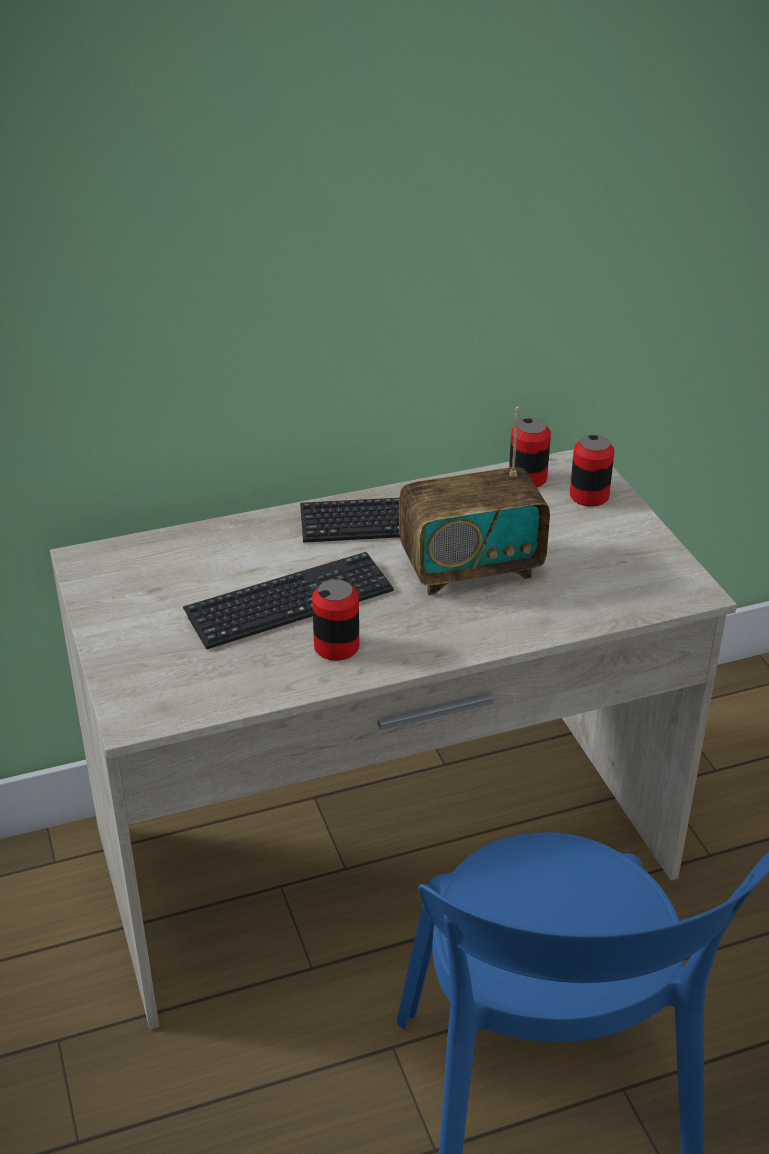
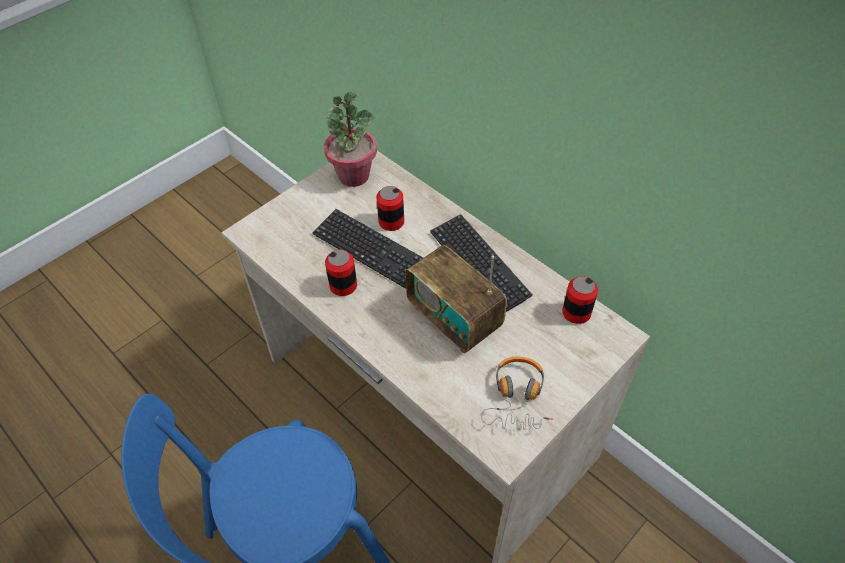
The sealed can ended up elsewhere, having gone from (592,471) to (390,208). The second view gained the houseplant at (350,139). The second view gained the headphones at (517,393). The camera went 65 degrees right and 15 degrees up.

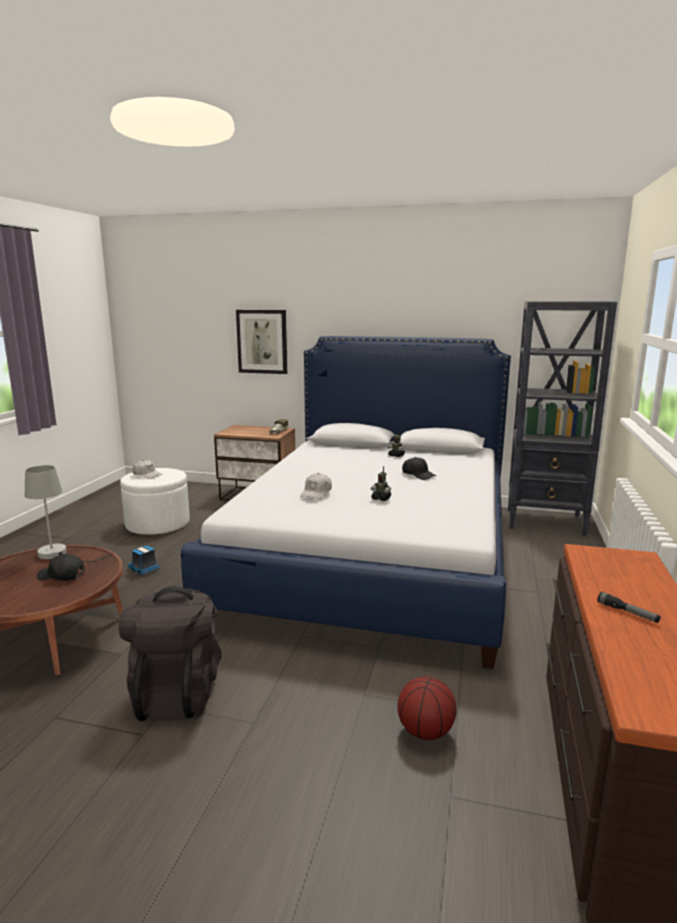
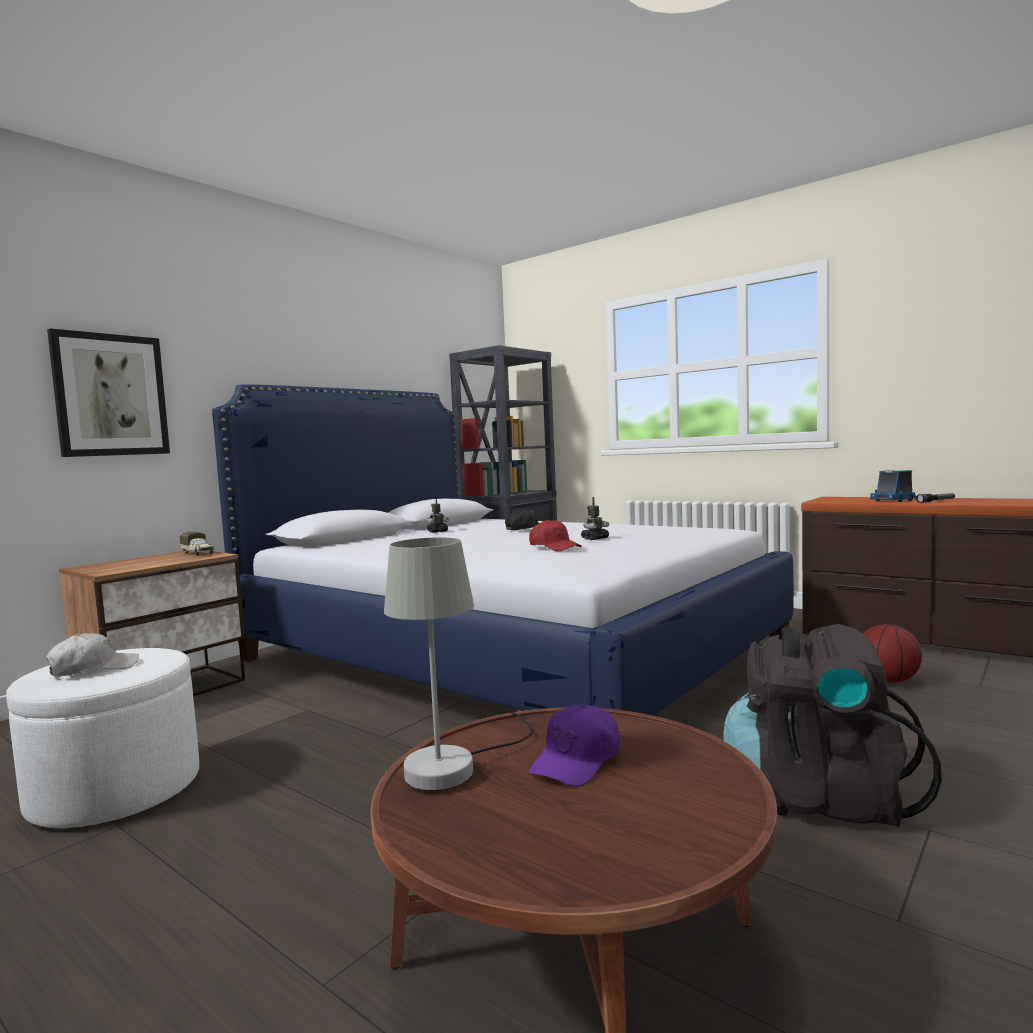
What was the whitish baseball cap at (316,486) turned into the reddish baseball cap at (555,535). The toy lorry ended up elsewhere, having gone from (144,560) to (893,486). What was the blackish baseball cap at (61,567) turned into the purple-coloured baseball cap at (574,745). The camera went 65 degrees left and 10 degrees down.

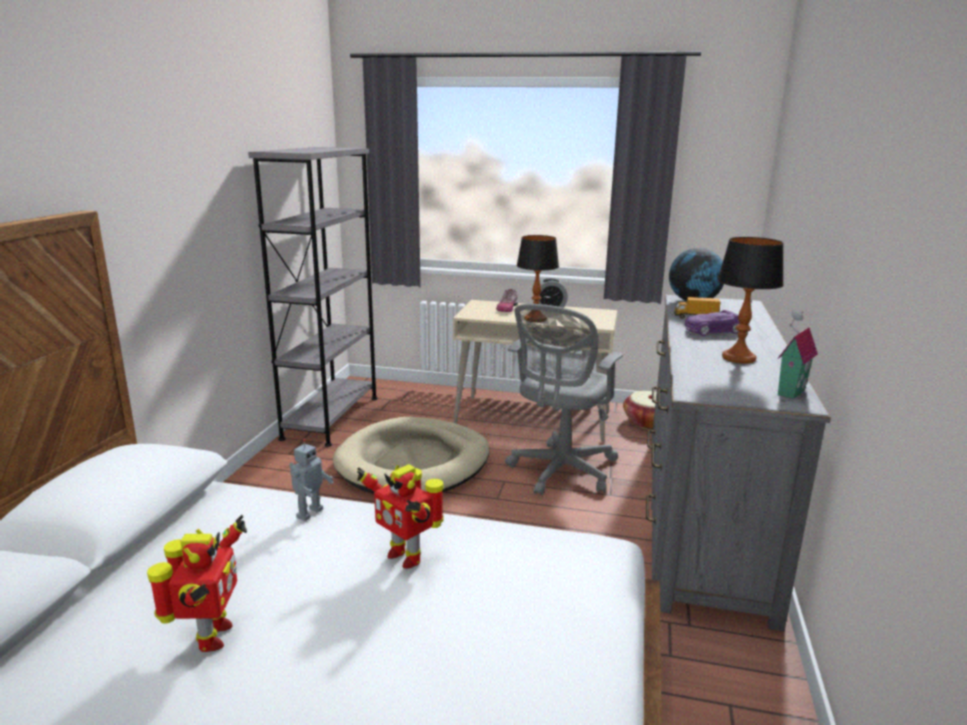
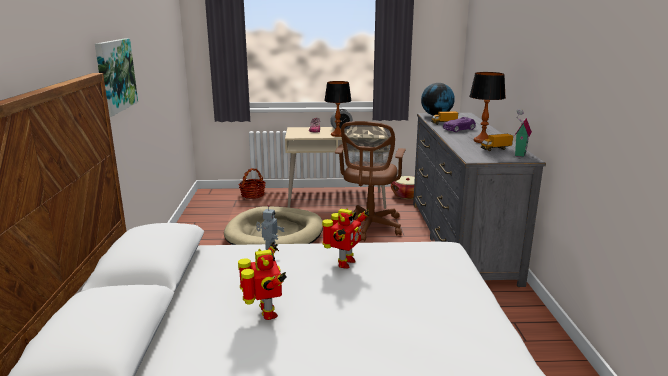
The second view lost the gray bookcase at (313,297). What was the gray desk chair at (564,399) turned into the brownish desk chair at (370,181). The toy robot at (400,516) ended up facing another way, 90 degrees counterclockwise from before. The second view gained the wall art at (116,77). The second view gained the toy lorry at (496,142). The second view gained the storage basket at (252,183). The camera went 15 degrees left and 0 degrees up.

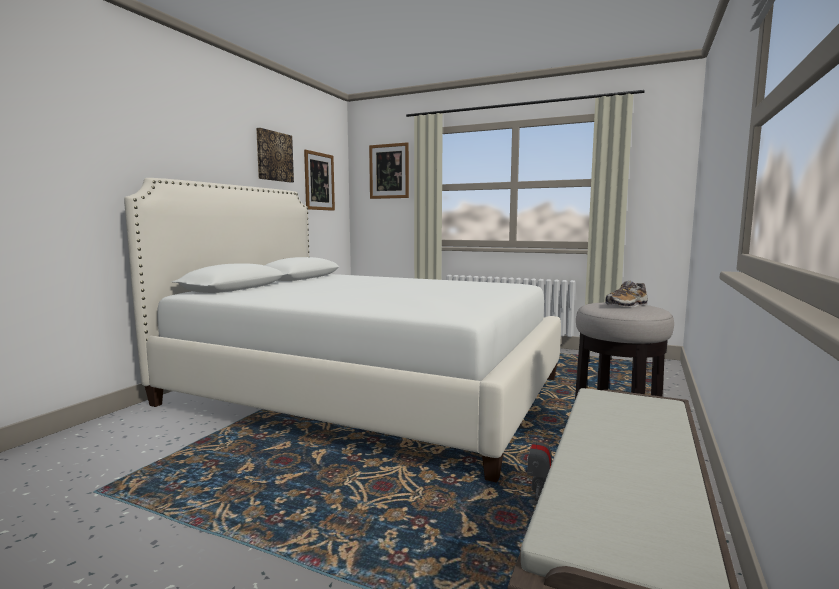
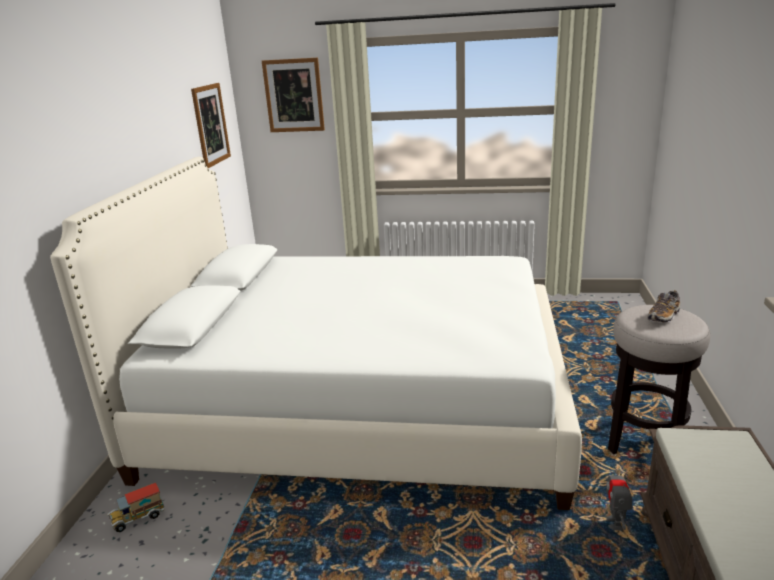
The second view lost the wall art at (275,155). The second view gained the toy lorry at (135,507). The camera went 15 degrees left and 15 degrees up.

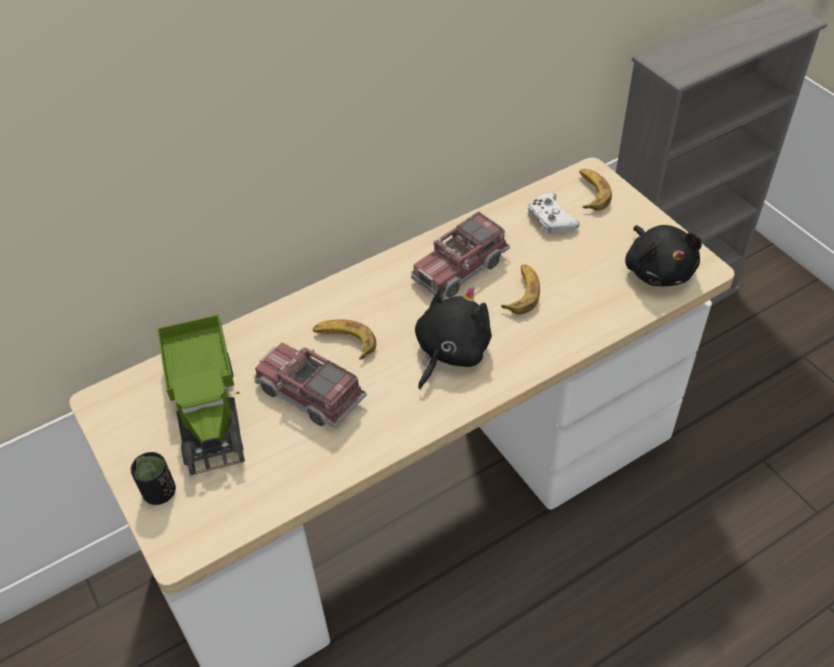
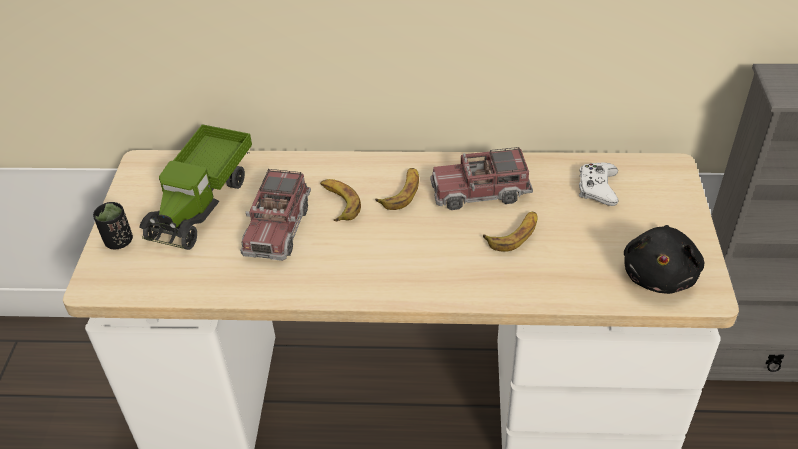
The whole banana ended up elsewhere, having gone from (595,190) to (397,189). The second view lost the blackish cuddly toy at (453,337). The toy lorry at (310,385) ended up facing another way, 150 degrees counterclockwise from before. The camera went 35 degrees right and 5 degrees down.

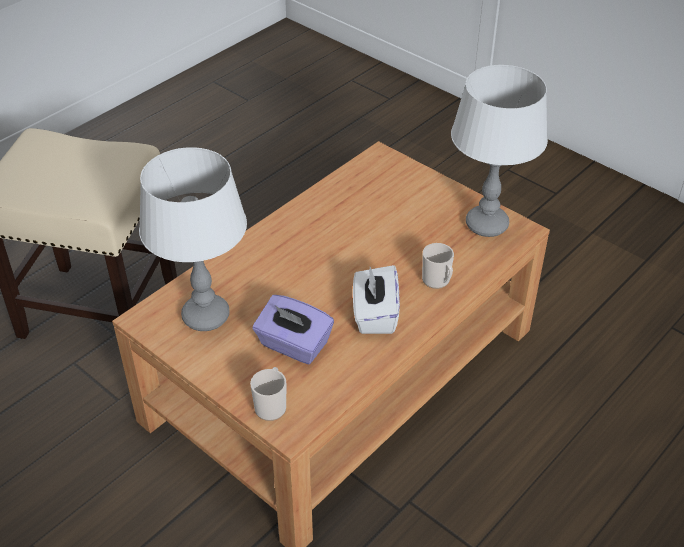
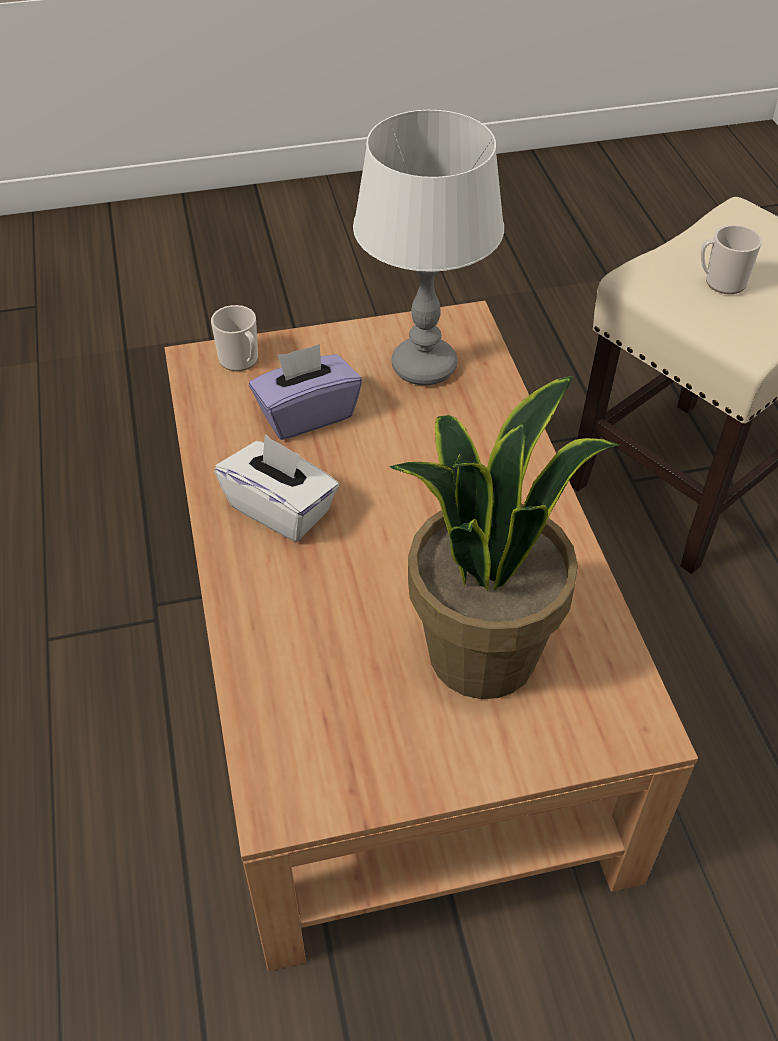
The second view lost the whitish lamp for a table at (499,151). The mug ended up elsewhere, having gone from (438,266) to (731,259). The second view gained the houseplant at (504,537). The camera went 125 degrees right and 5 degrees up.

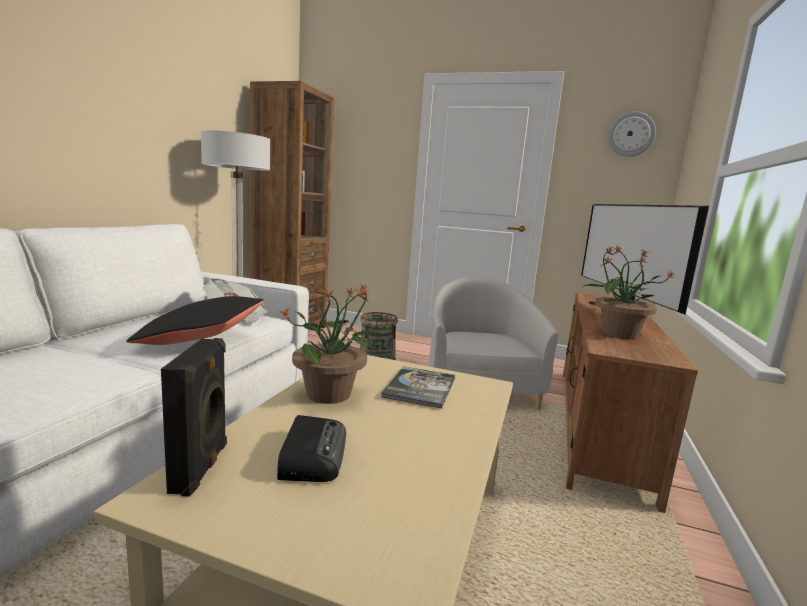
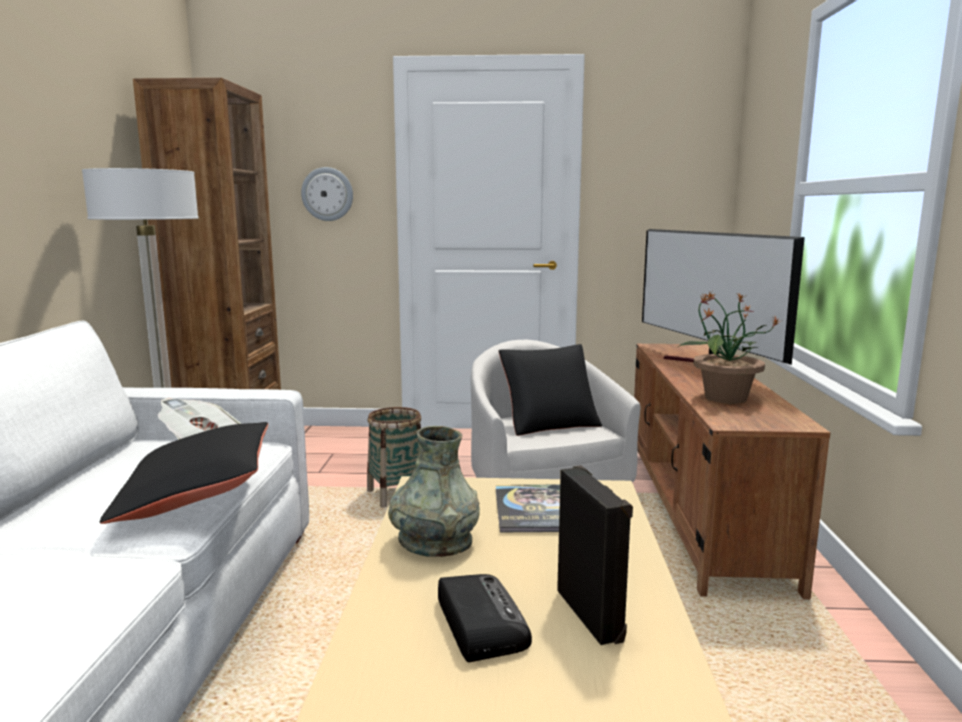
The hanging clock ended up elsewhere, having gone from (632,134) to (327,194). Where the houseplant stood at (329,343), the gray decorative vase came to stand at (434,491). The blackish speaker ended up elsewhere, having gone from (194,417) to (595,555). The second view gained the blackish cushion at (550,390). The camera went 15 degrees left and 0 degrees up.

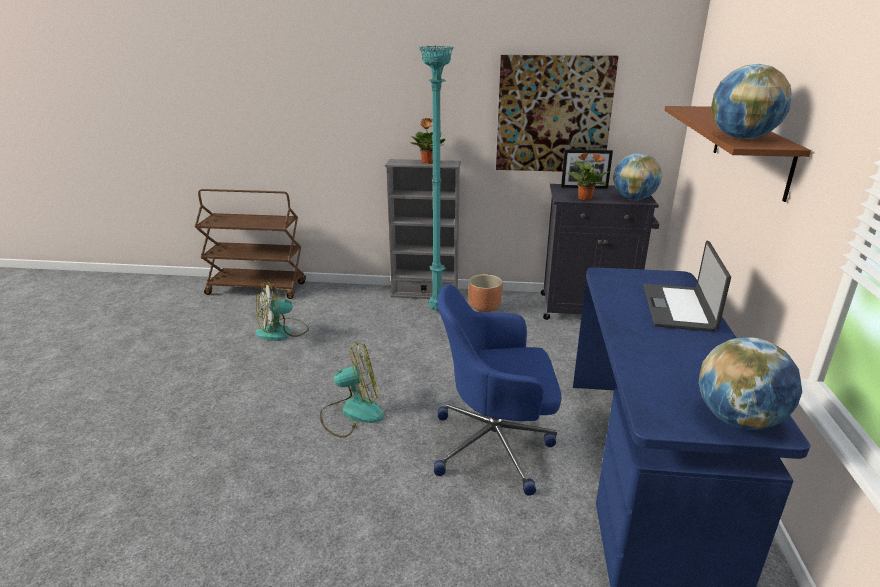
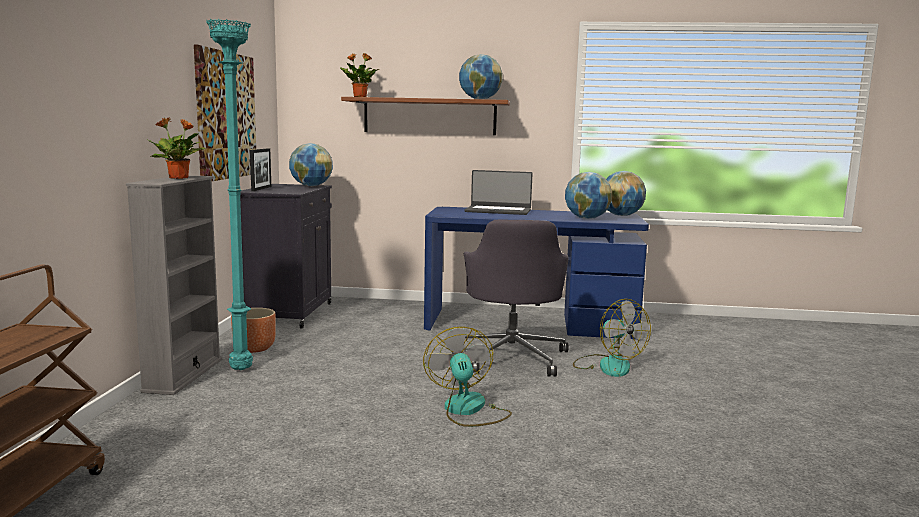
The houseplant ended up elsewhere, having gone from (588,176) to (359,75). The electric fan ended up elsewhere, having gone from (282,311) to (612,338). What was the blue desk chair at (498,390) turned into the gray desk chair at (516,298). The second view gained the globe at (588,195). The camera went 90 degrees left and 15 degrees down.

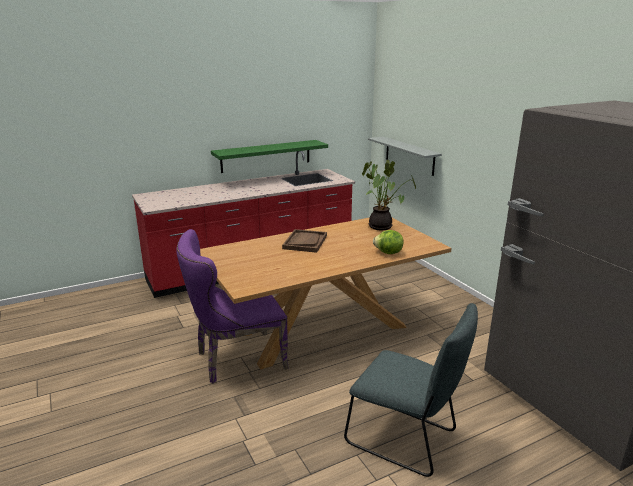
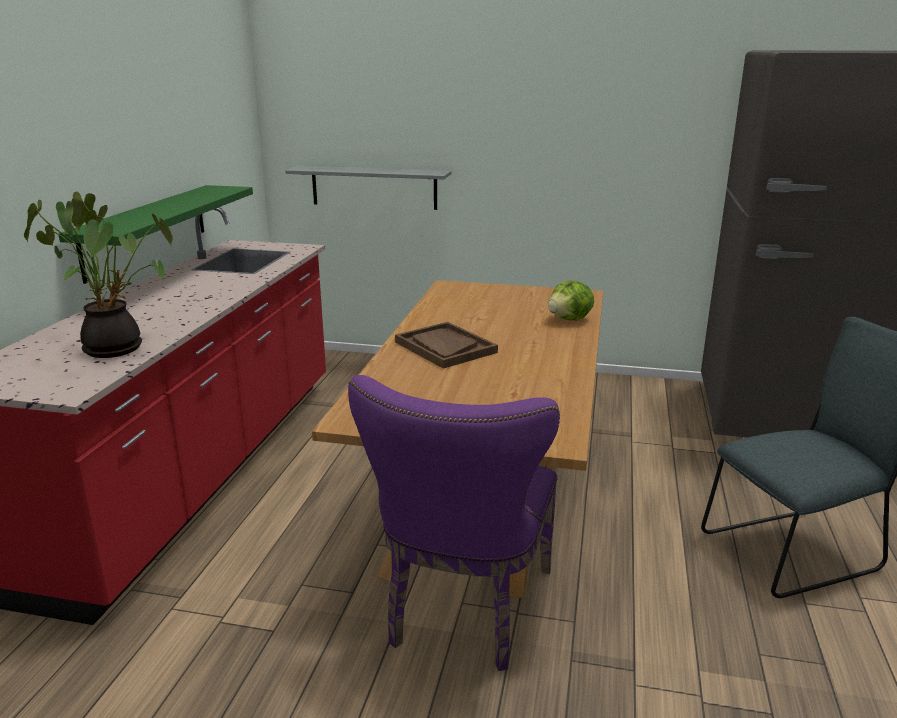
The houseplant ended up elsewhere, having gone from (389,195) to (98,274). The camera went 50 degrees left and 0 degrees up.

